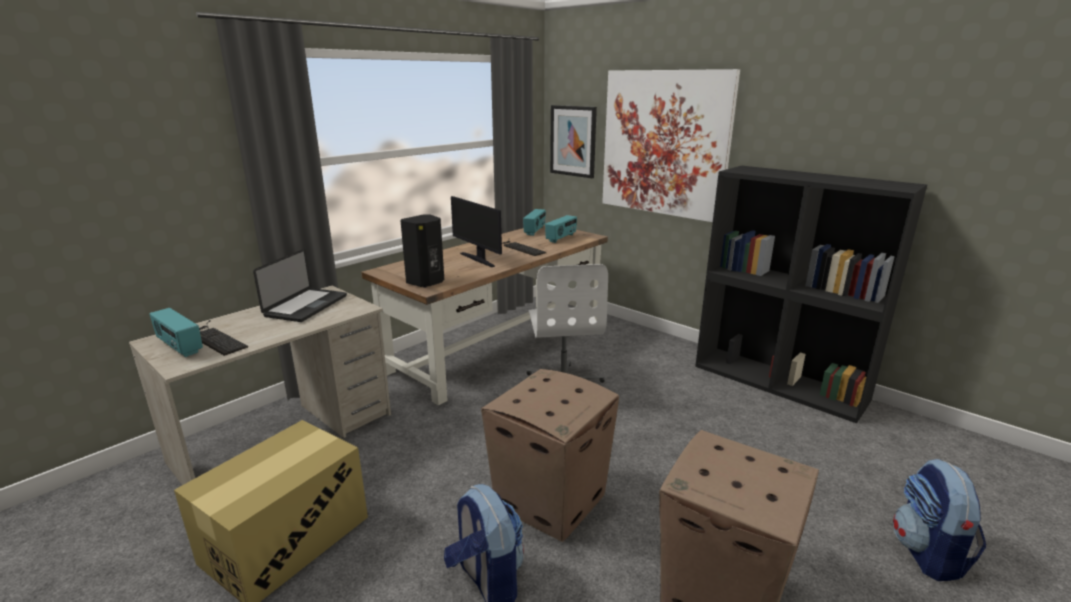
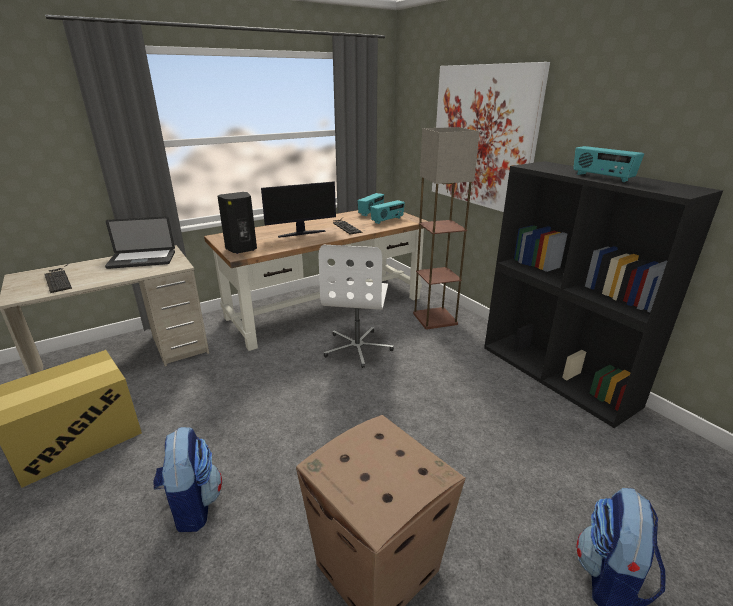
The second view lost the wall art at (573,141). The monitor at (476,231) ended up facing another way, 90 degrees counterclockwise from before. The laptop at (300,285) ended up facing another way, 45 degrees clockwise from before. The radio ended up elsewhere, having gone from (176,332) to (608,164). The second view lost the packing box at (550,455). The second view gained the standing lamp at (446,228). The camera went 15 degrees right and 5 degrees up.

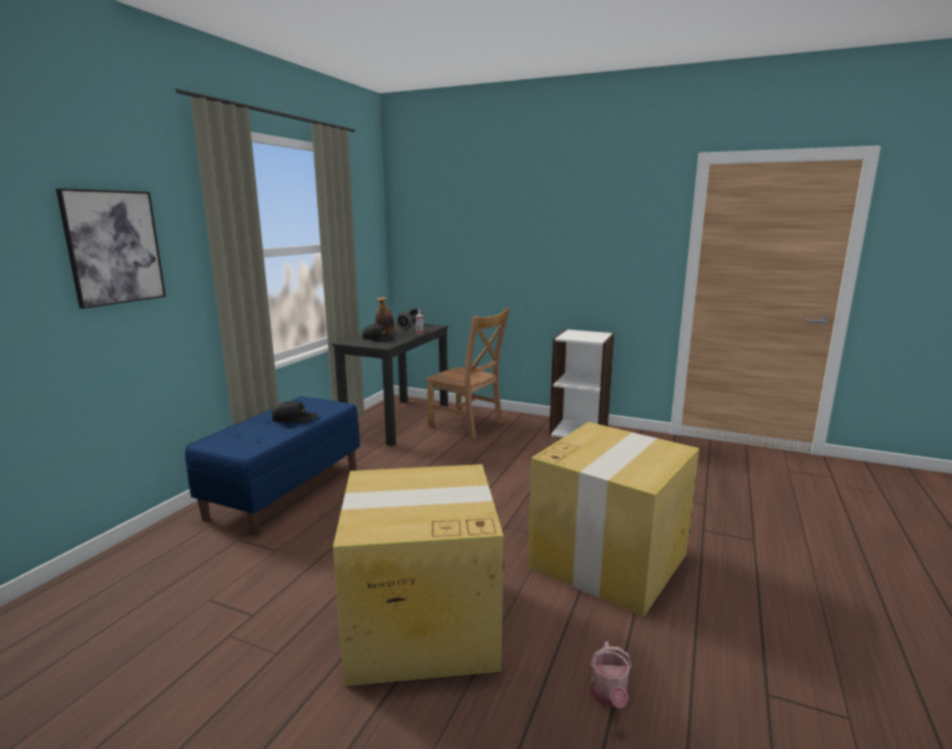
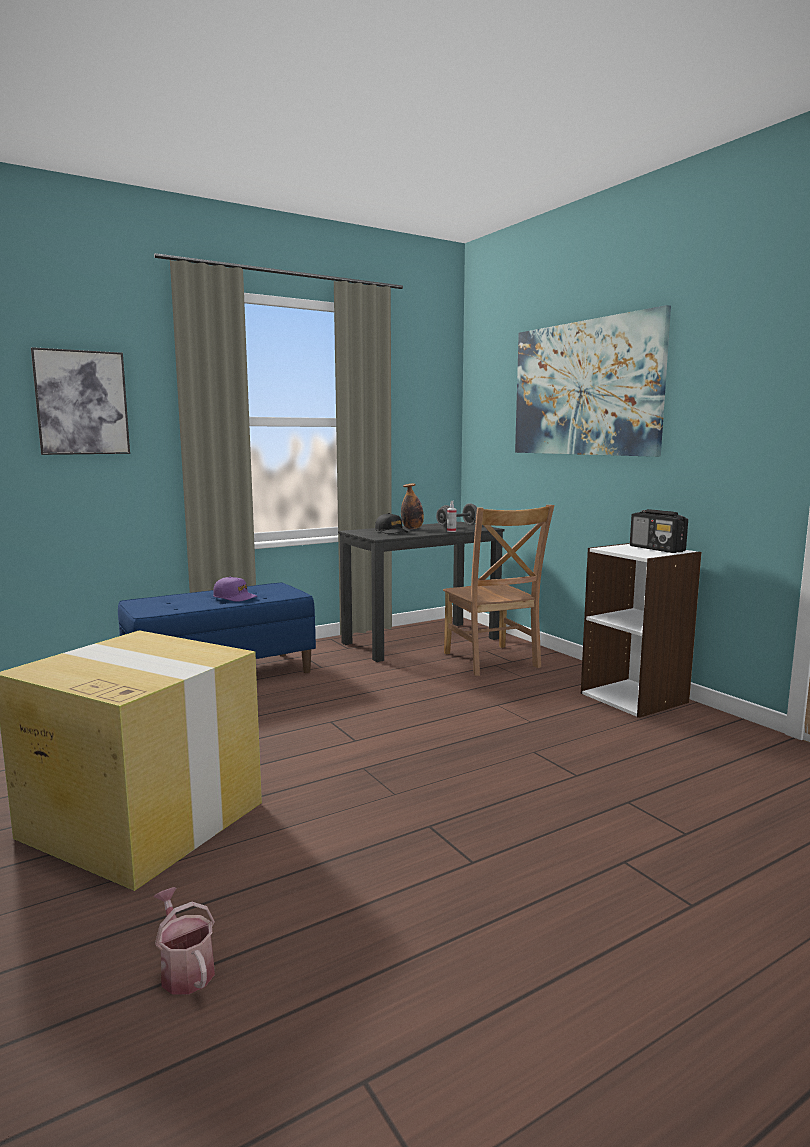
What was the blackish baseball cap at (295,412) turned into the purple-coloured baseball cap at (235,589). The second view lost the packing box at (613,519). The watering pot at (611,675) ended up facing another way, 105 degrees clockwise from before. The second view gained the wall art at (593,381). The second view gained the radio at (659,531). The camera went 35 degrees right and 5 degrees down.

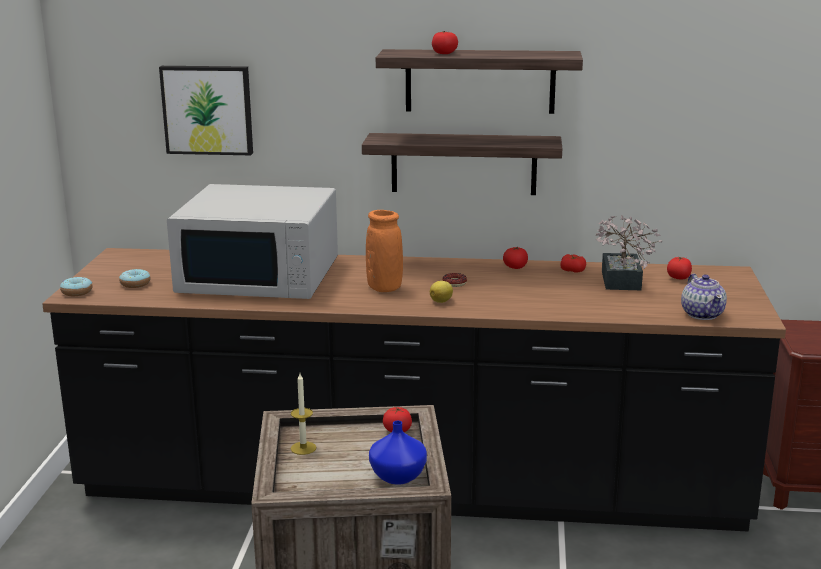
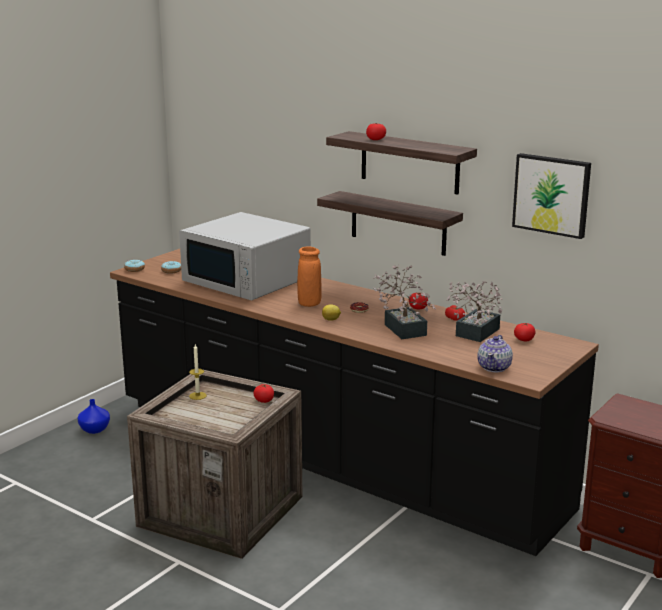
The wall art ended up elsewhere, having gone from (206,110) to (551,196). The blue decorative vase ended up elsewhere, having gone from (398,453) to (94,416). The second view gained the houseplant at (404,302). The camera went 30 degrees right and 0 degrees up.

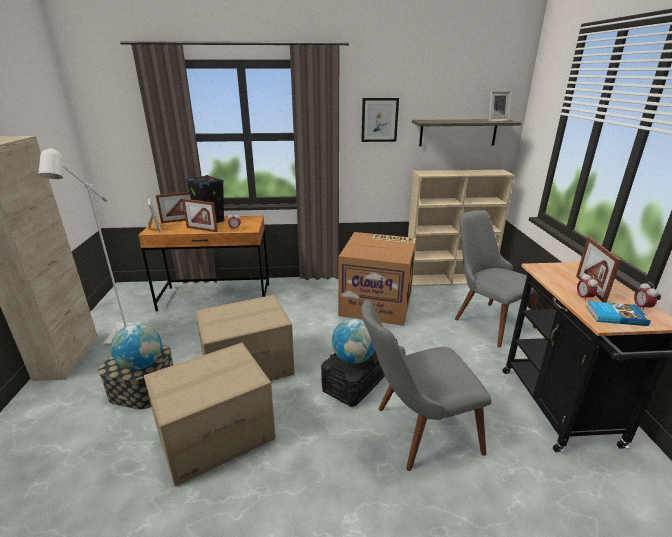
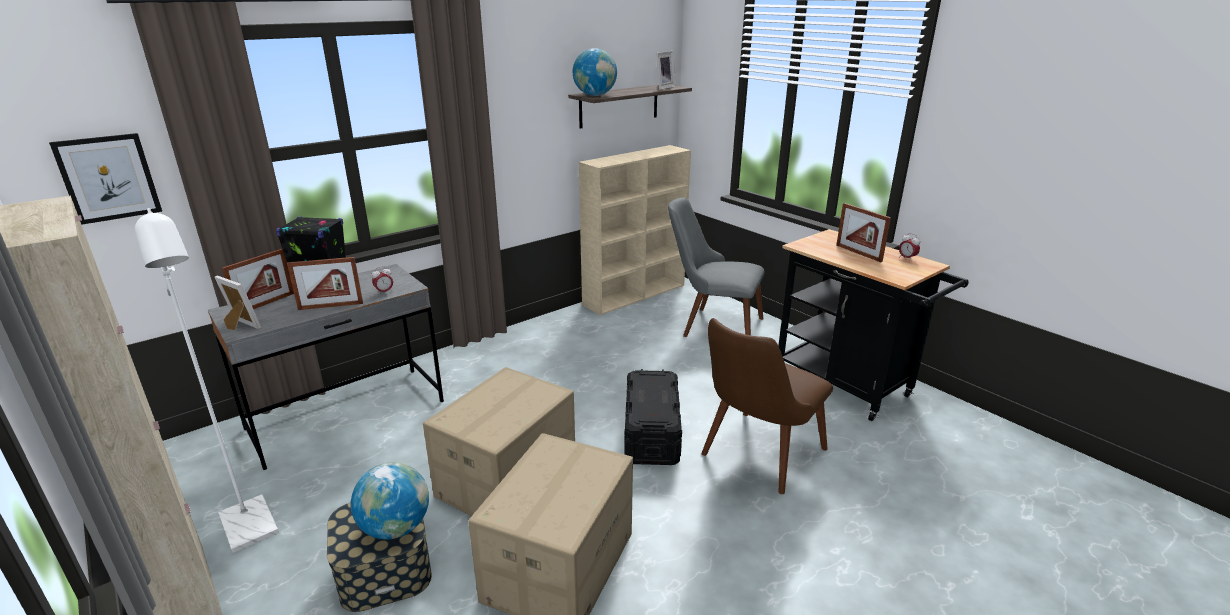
The wall art ended up elsewhere, having gone from (380,120) to (105,179). What was the brownish desk unit at (203,263) turned into the gray desk unit at (326,367). The second view lost the packing box at (377,279). The second view lost the bedside clock at (587,287). What was the gray upright chair at (426,385) turned into the brownish upright chair at (767,406). The second view lost the book at (618,313). The globe ended up elsewhere, having gone from (353,341) to (595,72). The camera went 35 degrees left and 0 degrees up.

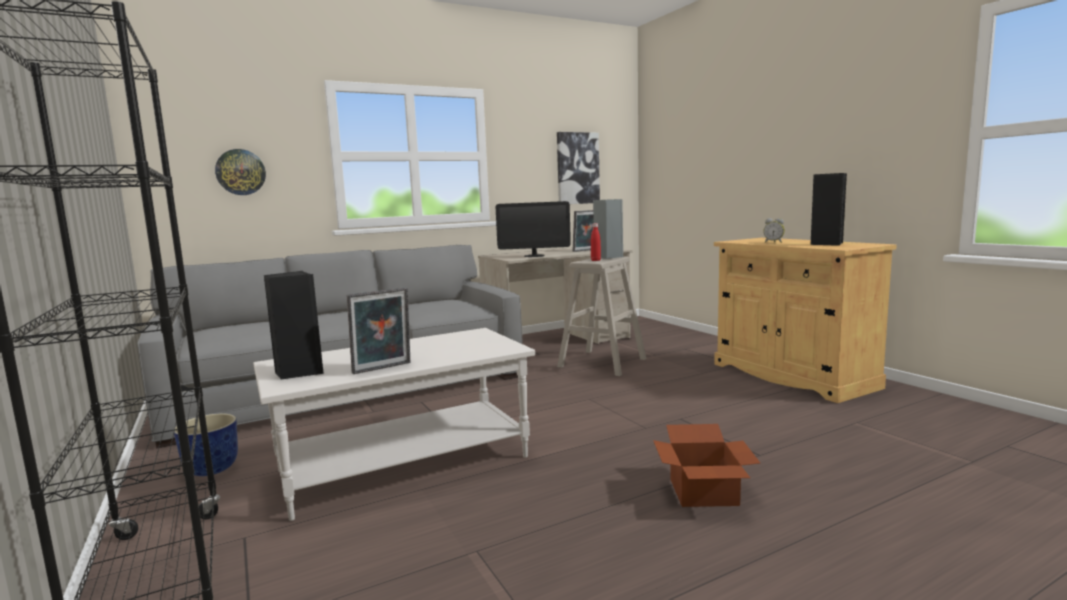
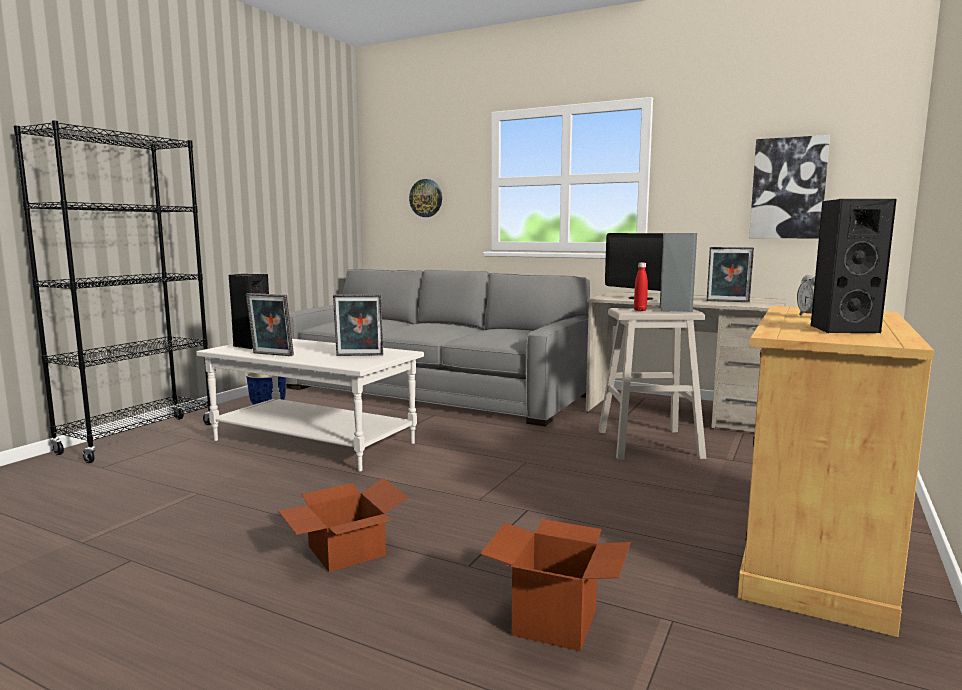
The second view gained the standing frame at (358,325). The second view gained the packing box at (555,585). The camera went 55 degrees right and 0 degrees up.

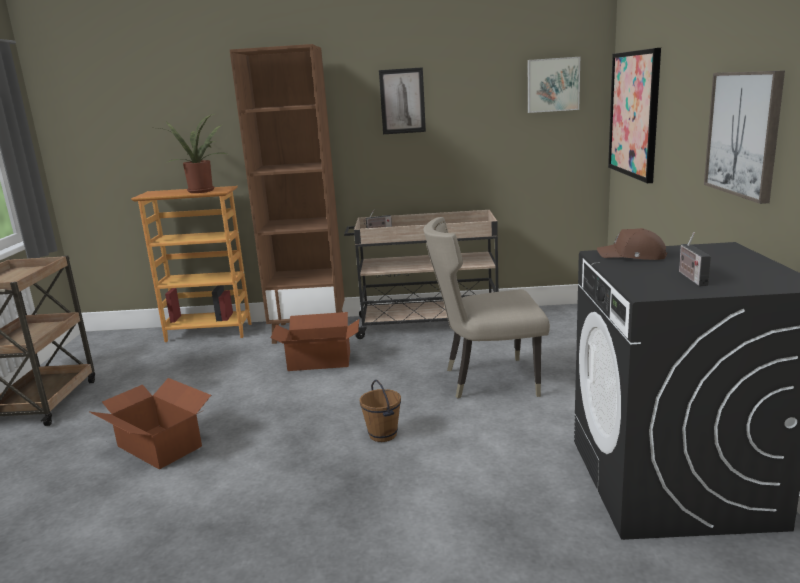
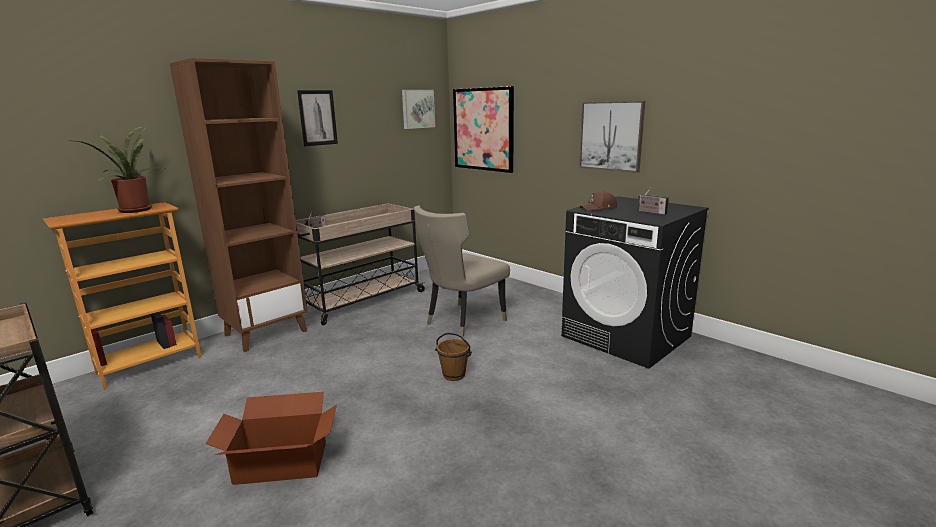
The second view lost the packing box at (315,341). The camera went 45 degrees left and 0 degrees up.

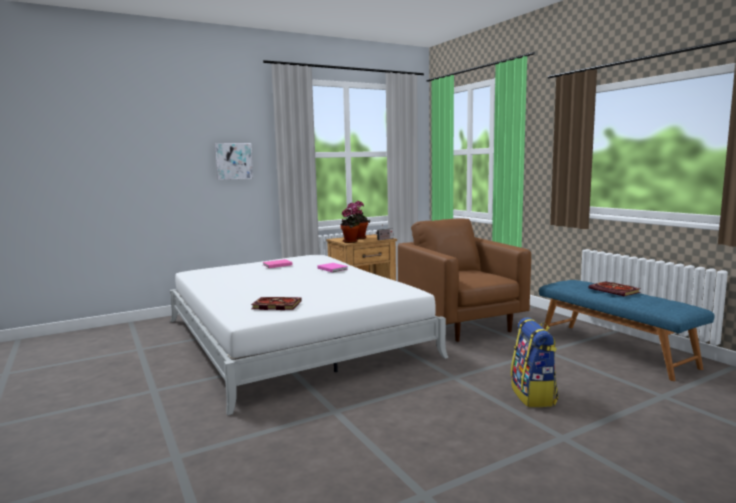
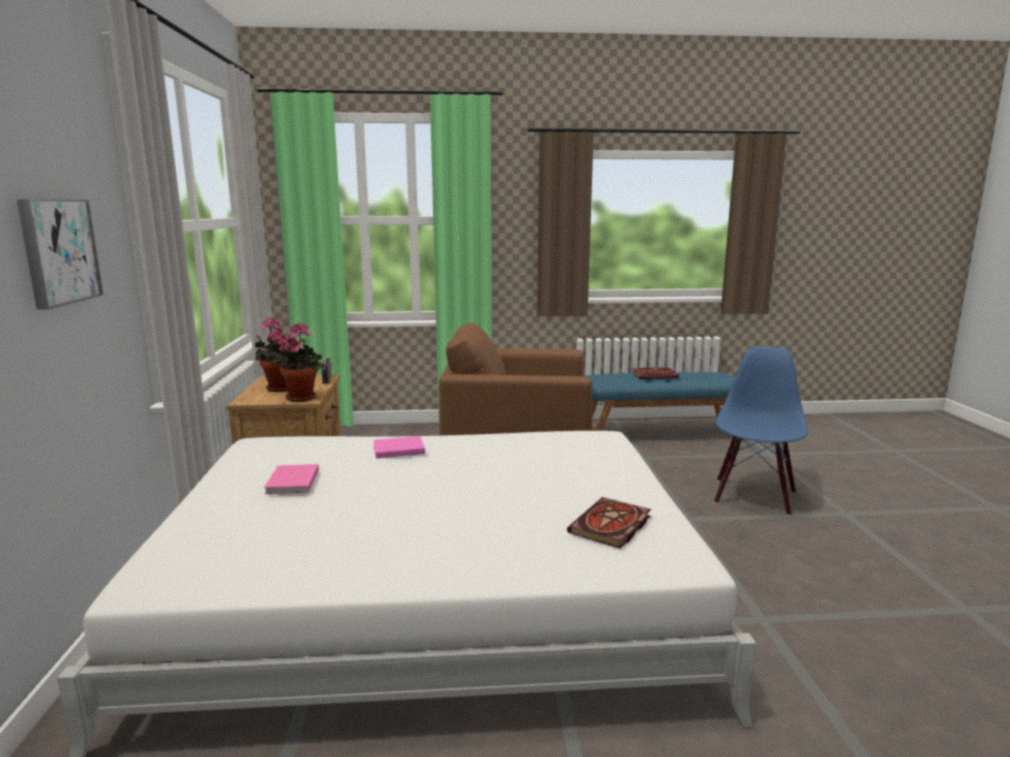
Where the knapsack stood at (535,362), the blue upright chair came to stand at (761,431). The camera went 65 degrees left and 5 degrees up.

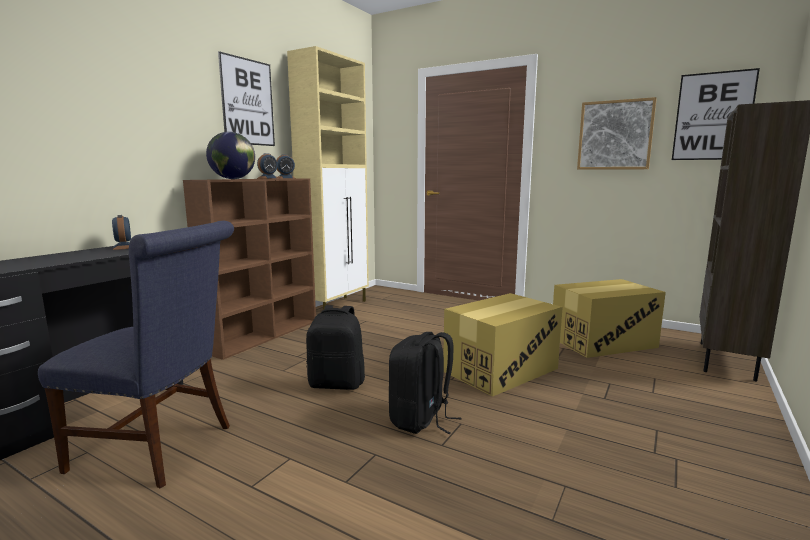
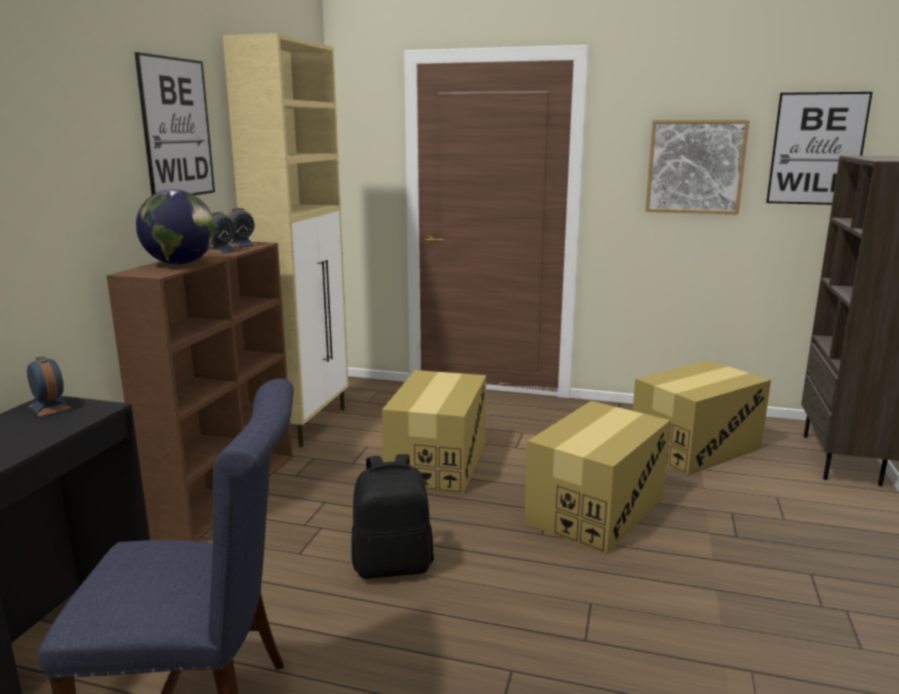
The second view lost the blackish knapsack at (425,383). The second view gained the packing box at (434,432). The camera went 15 degrees left and 5 degrees up.

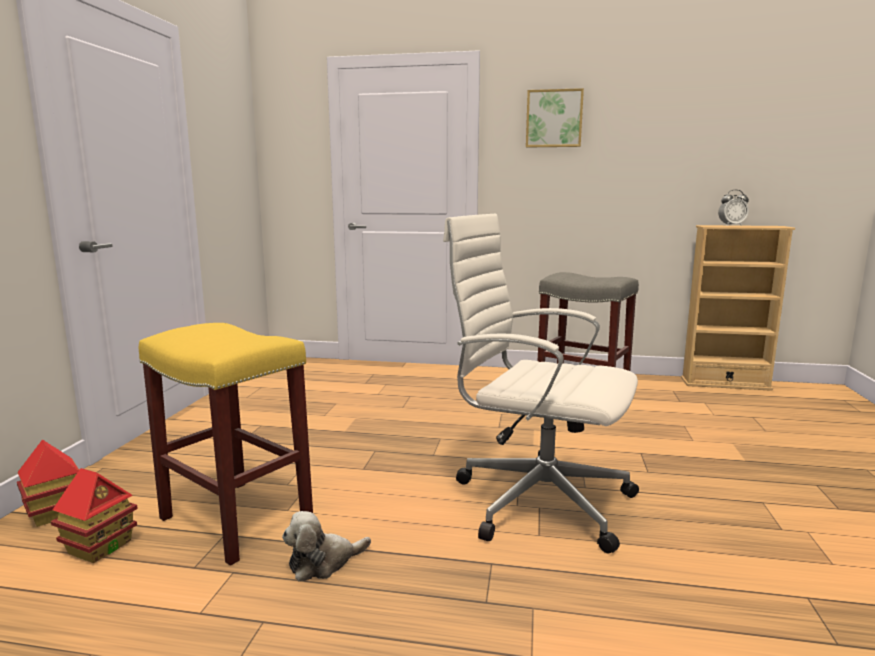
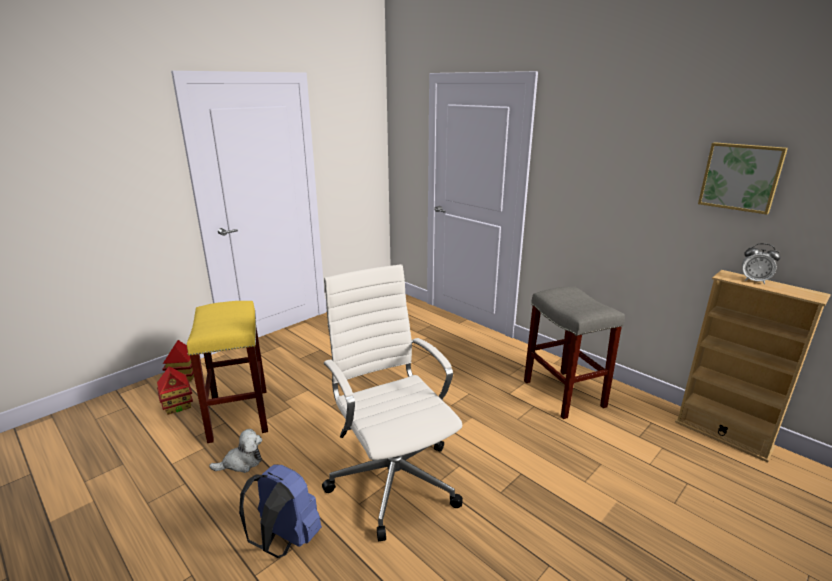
The wall art ended up elsewhere, having gone from (555,118) to (743,178). The cuddly toy at (326,546) ended up facing another way, 150 degrees clockwise from before. The second view gained the blue knapsack at (280,511). The camera went 35 degrees right and 10 degrees up.

